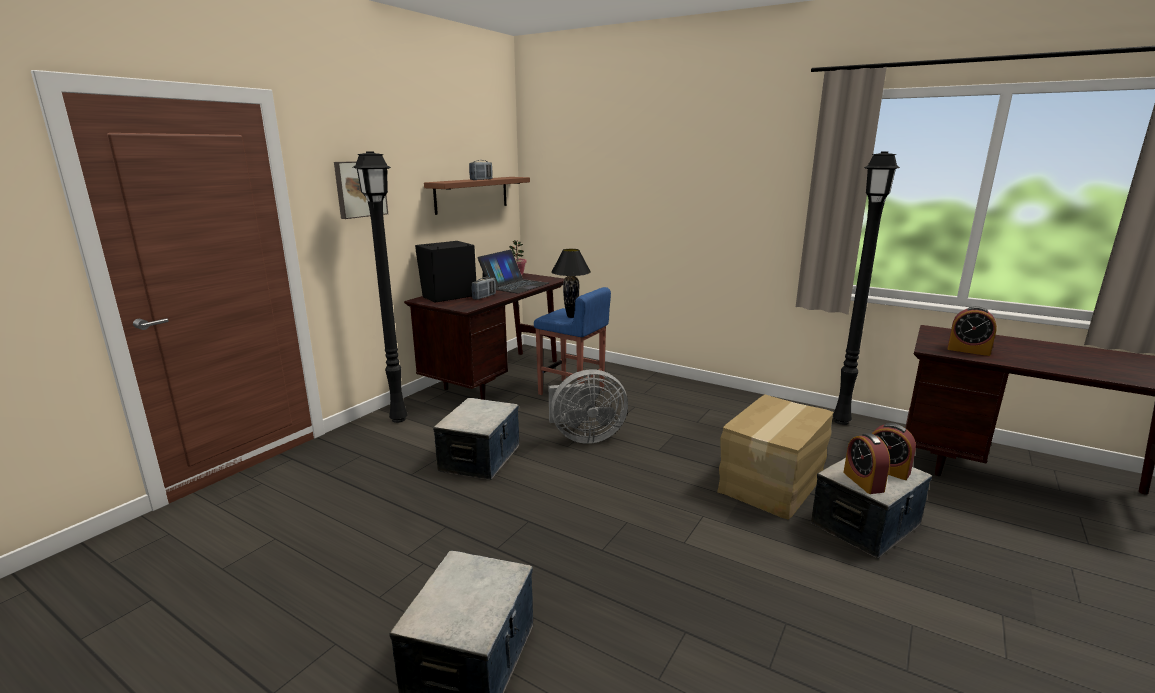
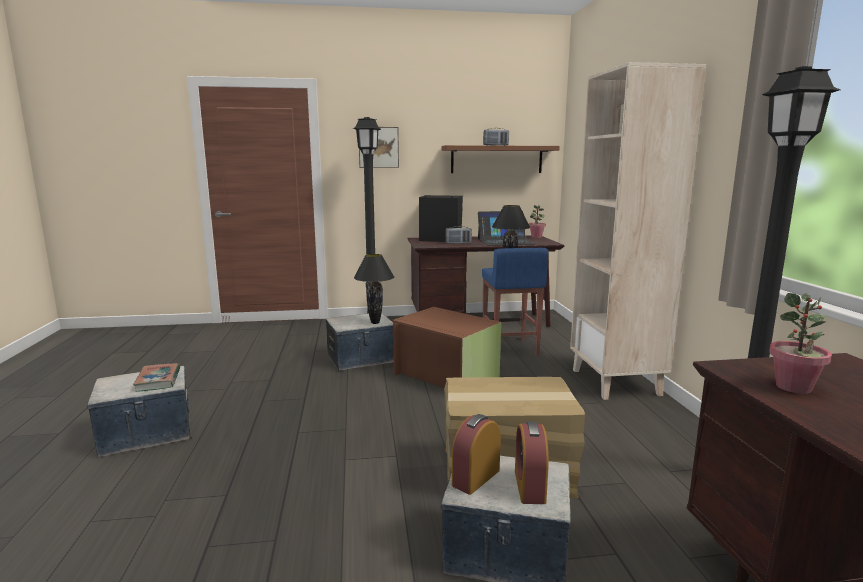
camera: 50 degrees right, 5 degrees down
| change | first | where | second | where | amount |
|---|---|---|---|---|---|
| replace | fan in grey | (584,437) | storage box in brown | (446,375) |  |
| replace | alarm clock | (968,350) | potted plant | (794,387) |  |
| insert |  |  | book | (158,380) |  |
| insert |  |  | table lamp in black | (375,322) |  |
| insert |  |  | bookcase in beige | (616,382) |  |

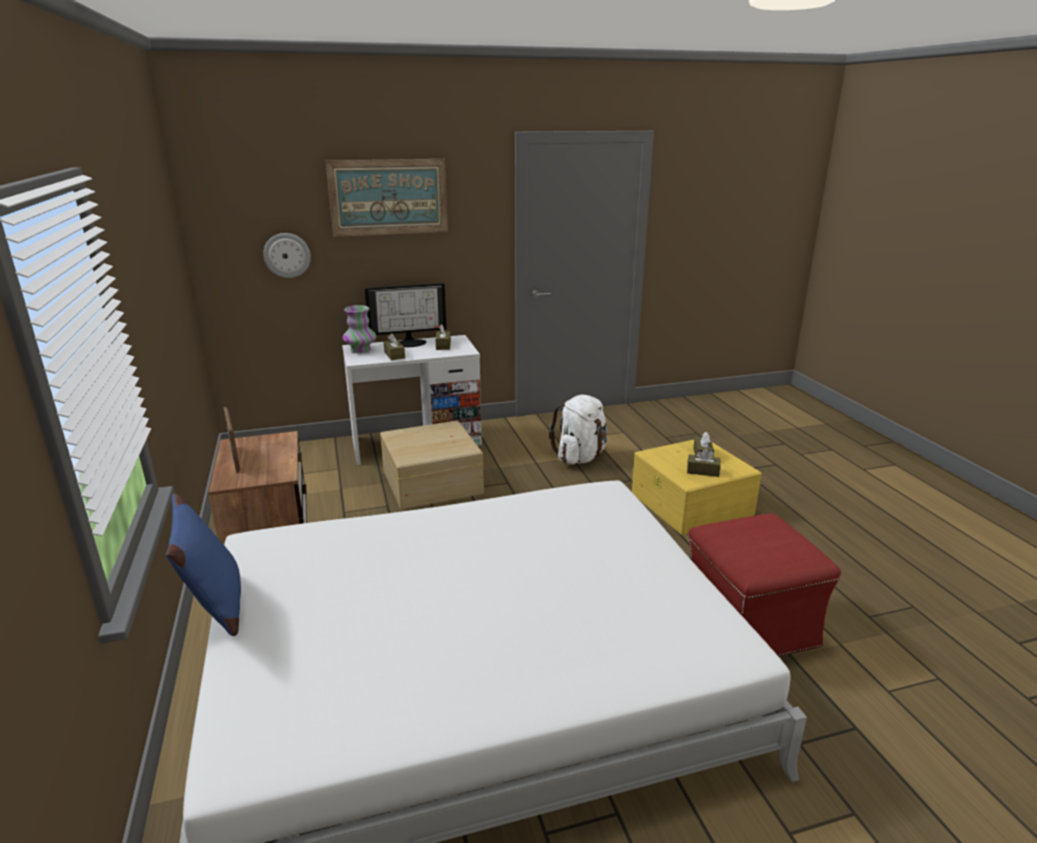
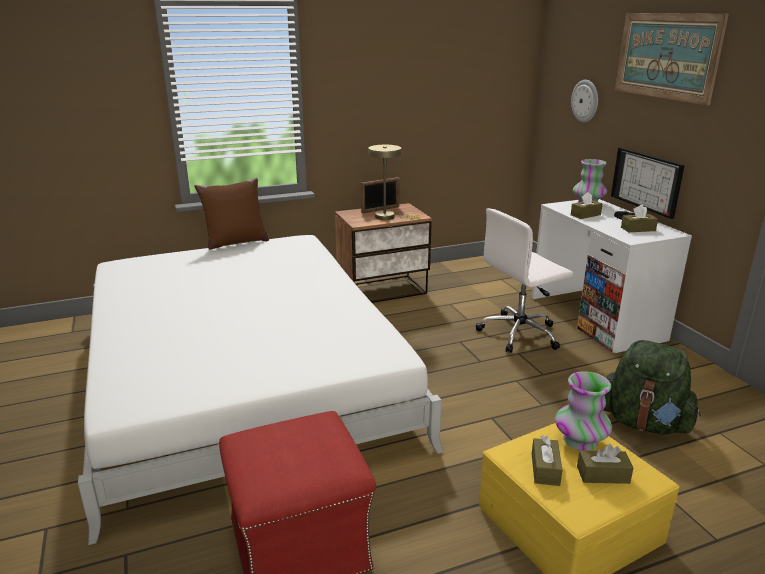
camera: 85 degrees right, 0 degrees up
| change | first | where | second | where | amount |
|---|---|---|---|---|---|
| recolor | pillow in blue | (216,608) | pillow in brown | (235,242) |  |
| replace | storage box in beige | (431,482) | office chair in white | (520,333) |  |
| recolor | backpack in white | (580,457) | backpack in green | (644,423) |  |
| insert |  |  | table lamp in beige | (388,217) |  |
| insert |  |  | vase | (580,441) |  |

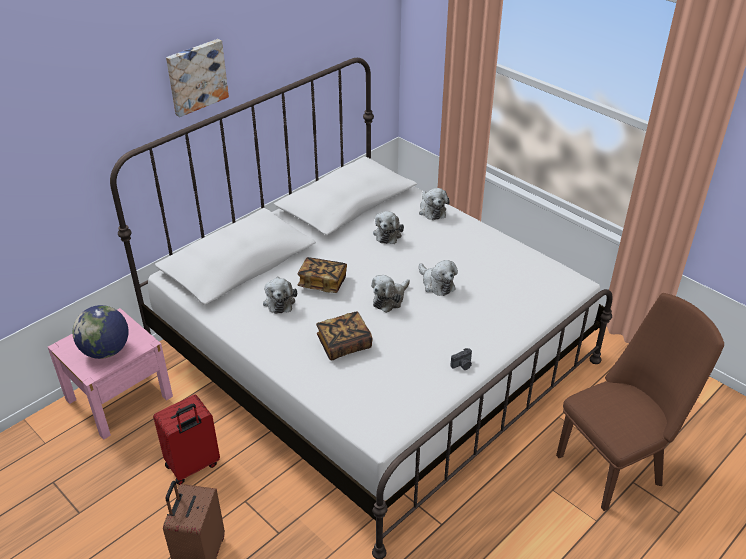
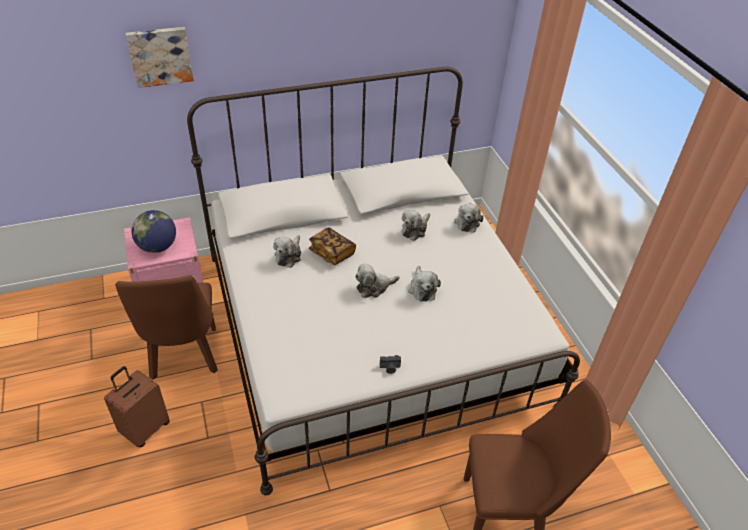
camera: 25 degrees right, 5 degrees up
| change | first | where | second | where | amount |
|---|---|---|---|---|---|
| replace | suitcase in red | (193,466) | chair in brown | (184,358) |  |
| move | picture | (196,76) |  | (160,56) |  |
| delete | book | (344,344) |  |  |  |

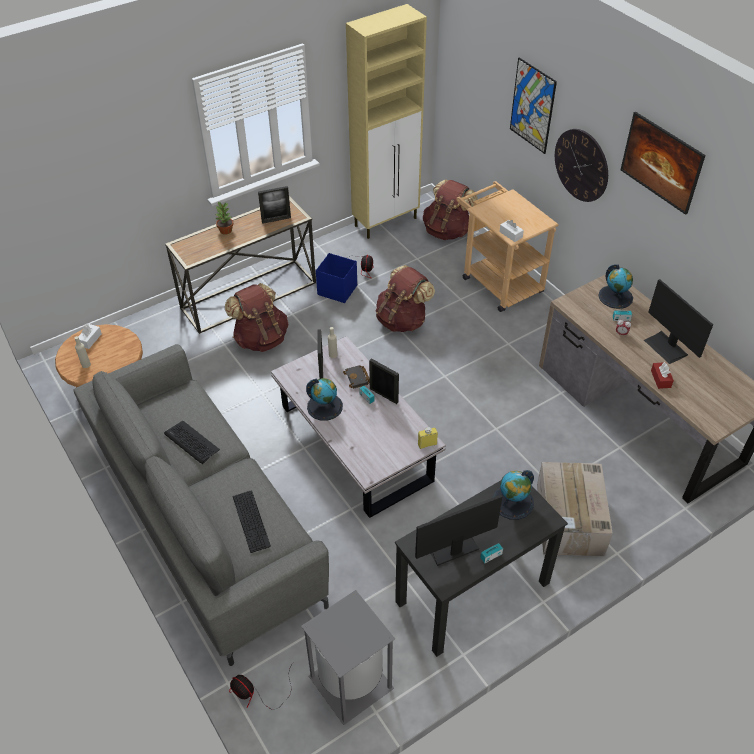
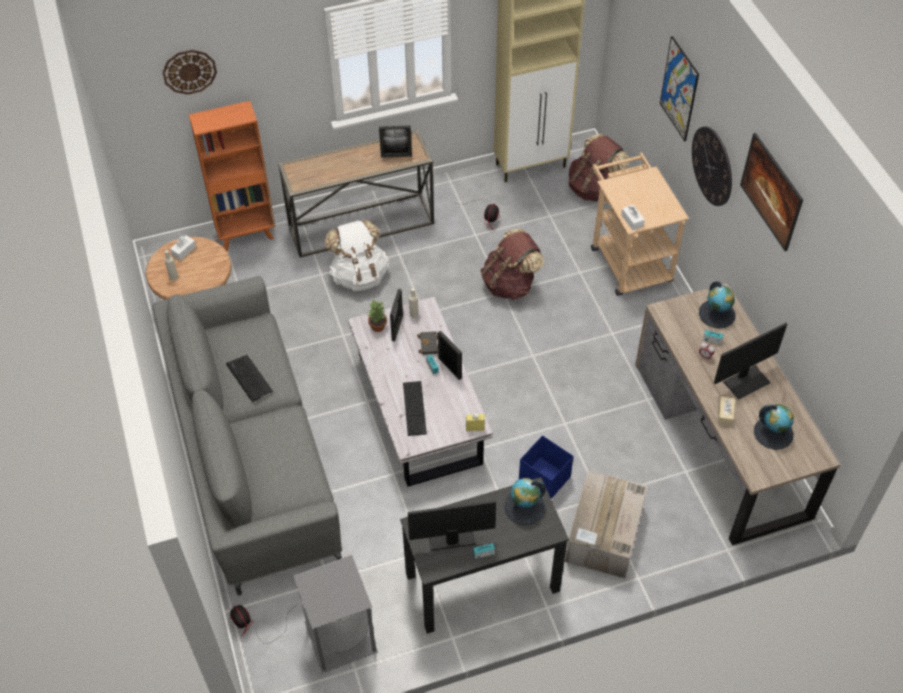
camera: 15 degrees right, 5 degrees up
| change | first | where | second | where | amount |
|---|---|---|---|---|---|
| move | potted plant | (226,231) |  | (378,327) |  |
| recolor | backpack in brown | (261,338) | backpack in white | (359,275) |  |
| move | keyboard | (251,521) |  | (414,408) |  |
| move | globe | (325,406) |  | (773,432) |  |
| move | storage box in blue | (337,290) |  | (544,478) |  |
| rotate | monitor | (666,347) |  | (746,381) | 105 degrees counterclockwise |
| recolor | tissue box in red | (660,379) | tissue box in beige | (725,414) |  |
| insert |  |  | wall clock | (189,71) |  |
| insert |  |  | bookcase in orange | (247,234) |  |

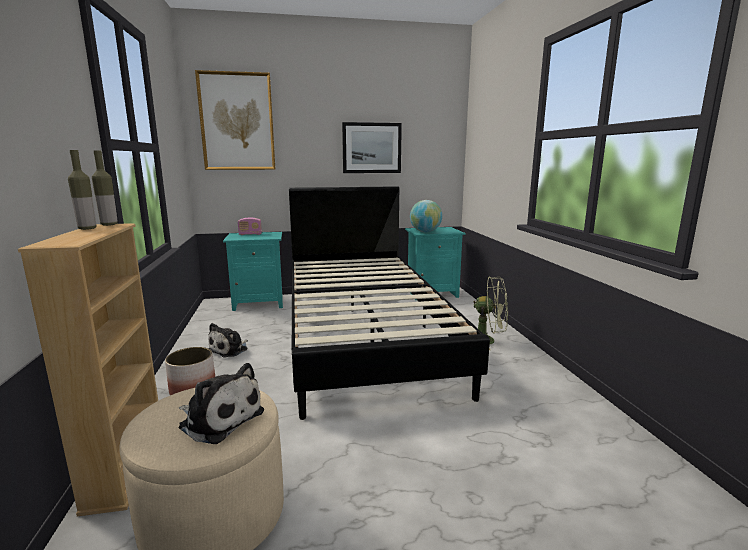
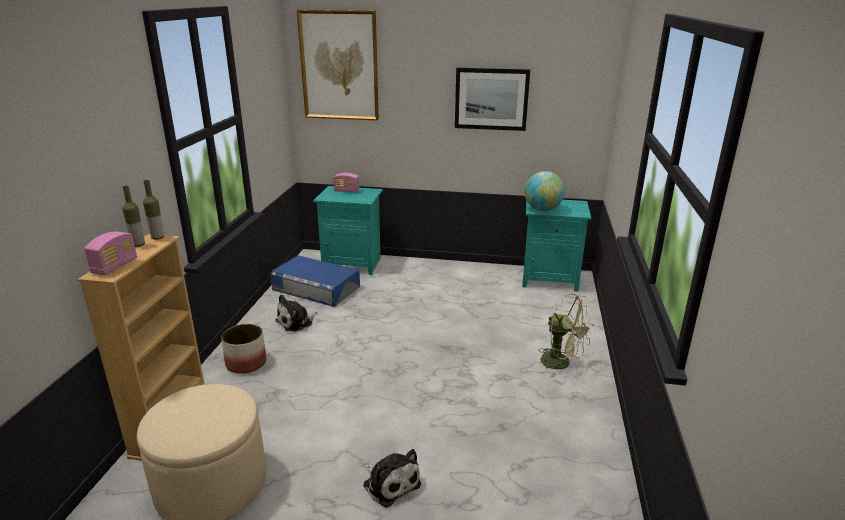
camera: 20 degrees right, 10 degrees up
| change | first | where | second | where | amount |
|---|---|---|---|---|---|
| move | plush toy | (219,418) |  | (390,483) |  |
| delete | bed in black | (362,333) |  |  |  |
| insert |  |  | radio | (115,266) |  |
| insert |  |  | storage box in blue | (316,288) |  |

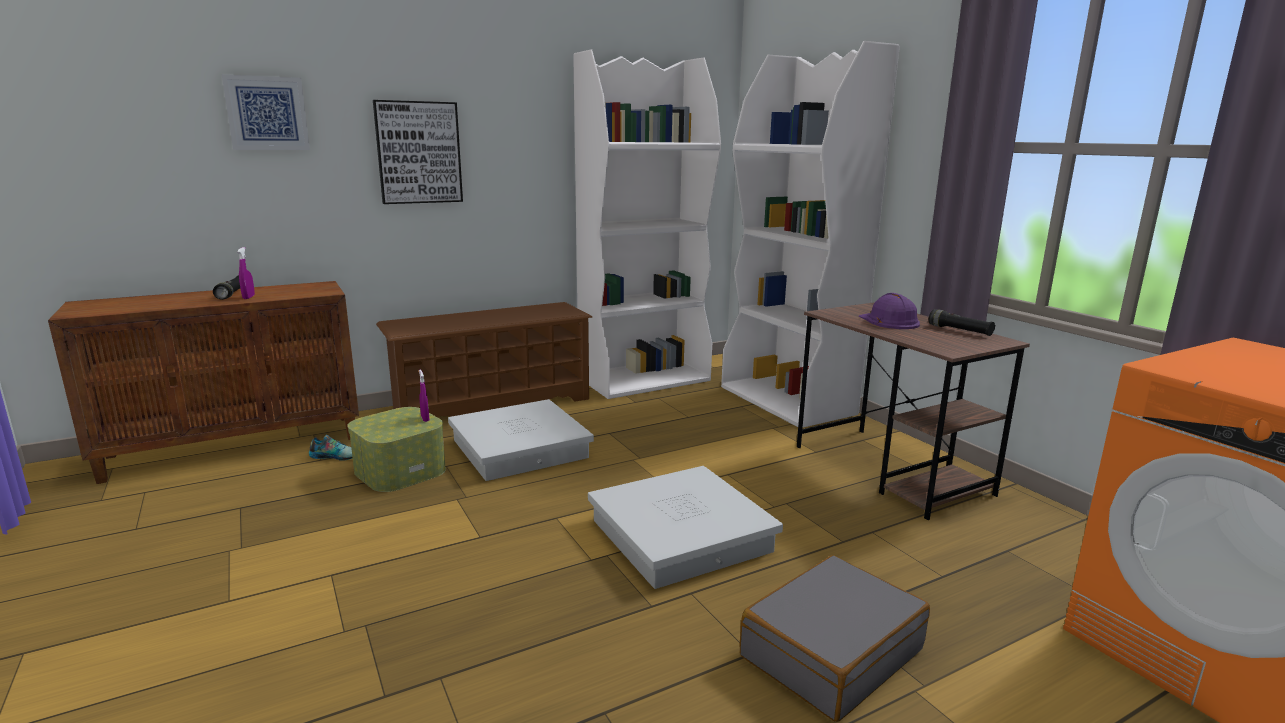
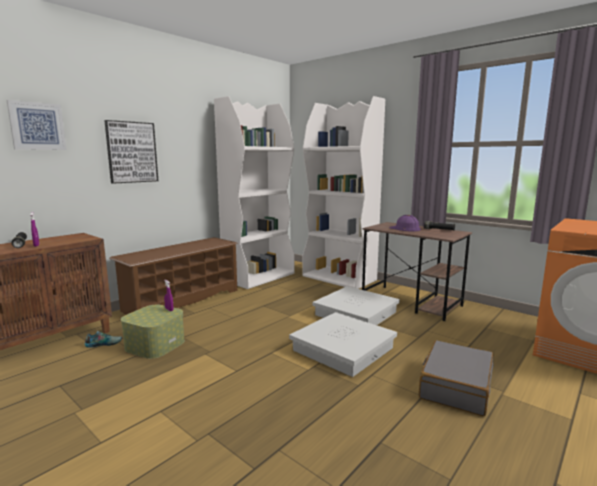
camera: 20 degrees left, 5 degrees down
| change | first | where | second | where | amount |
|---|---|---|---|---|---|
| move | storage box in white | (520,448) |  | (356,313) |  |

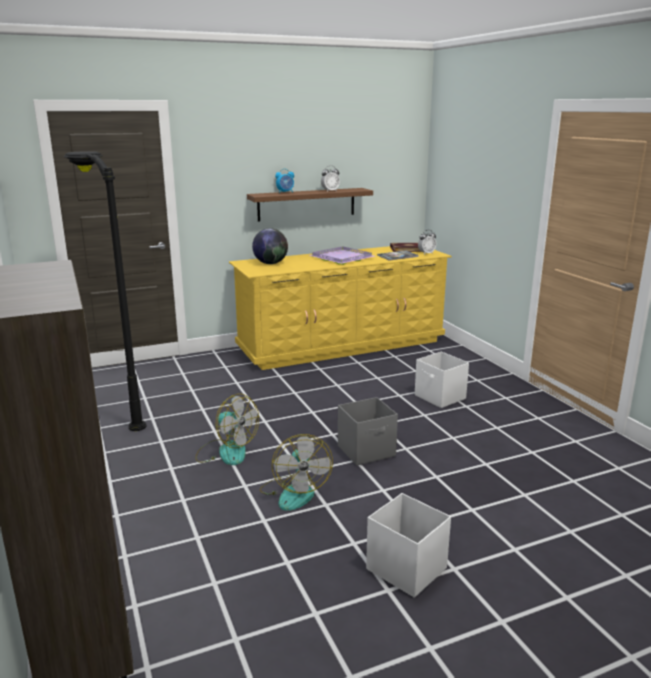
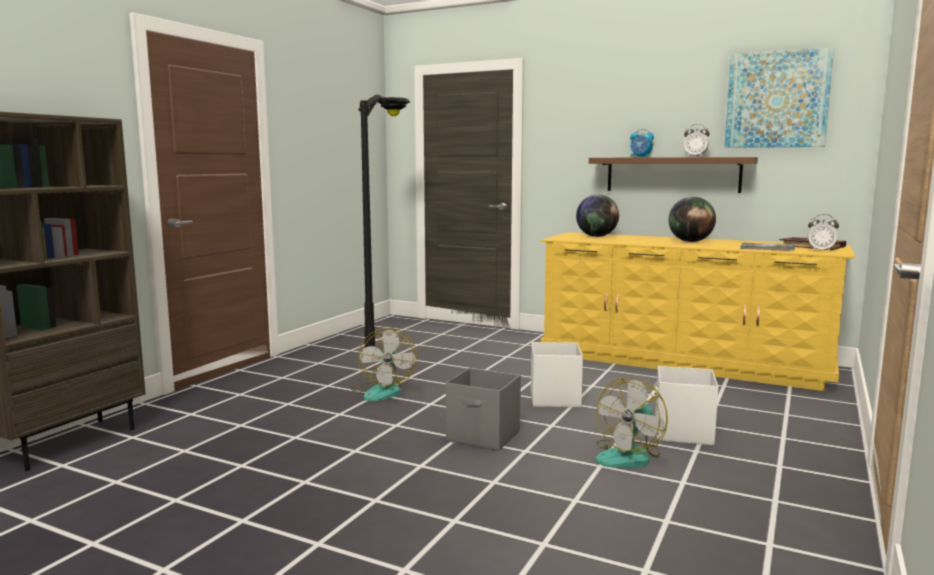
camera: 50 degrees right, 10 degrees down
| change | first | where | second | where | amount |
|---|---|---|---|---|---|
| move | fan | (294,492) |  | (629,456) |  |
| replace | tray in purple | (341,257) | globe | (690,241) |  |
| move | storage box in white | (406,568) |  | (555,398) |  |
| insert |  |  | picture | (777,100) |  |

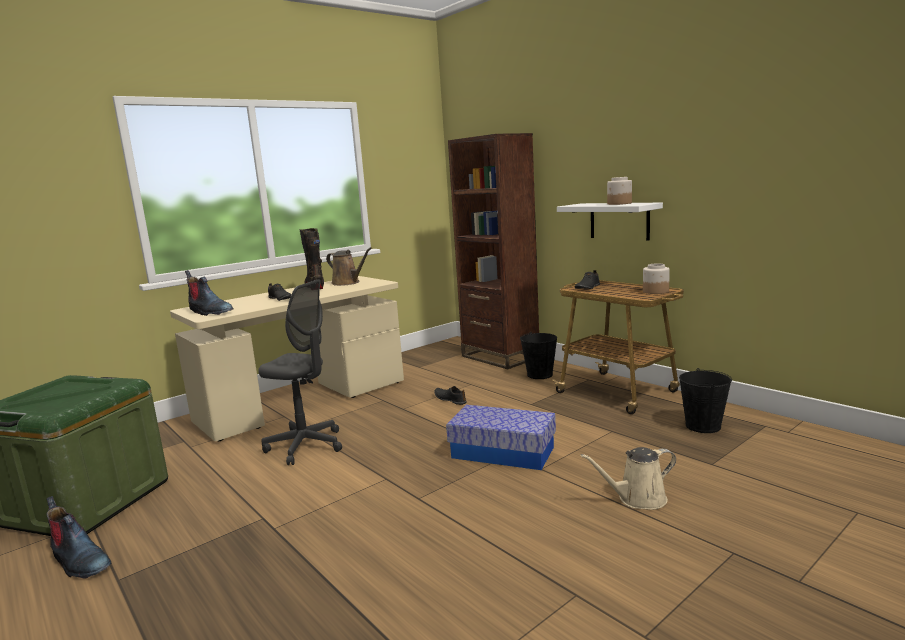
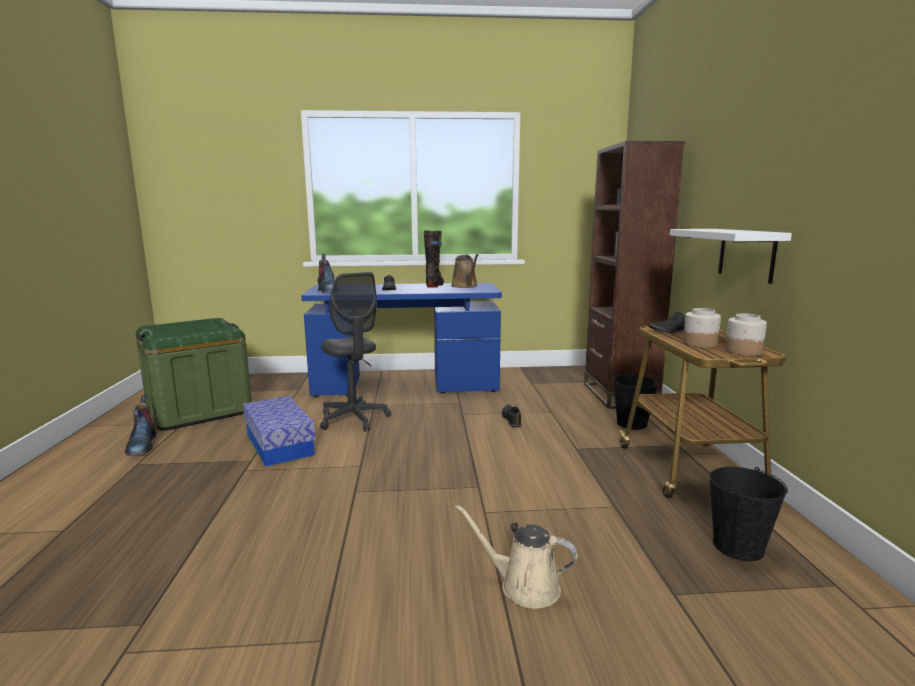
camera: 35 degrees right, 0 degrees up
| change | first | where | second | where | amount |
|---|---|---|---|---|---|
| recolor | desk in beige | (304,401) | desk in blue | (406,385) |  |
| move | storage box | (503,452) |  | (279,444) |  |
| move | jar | (619,203) |  | (699,344) |  |

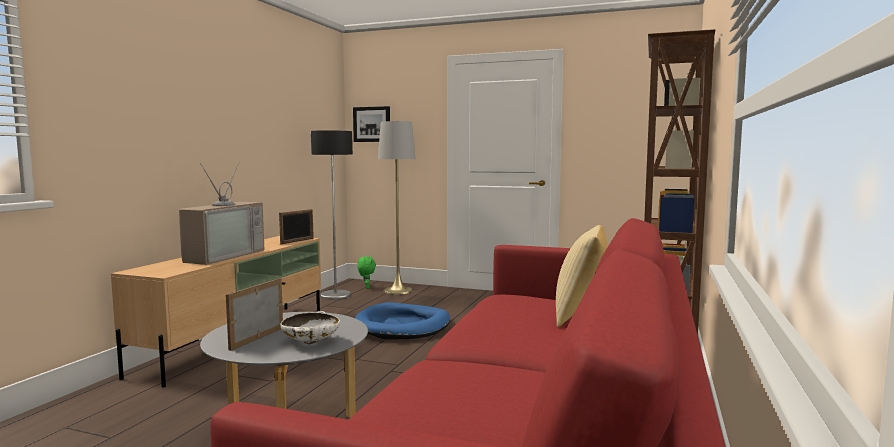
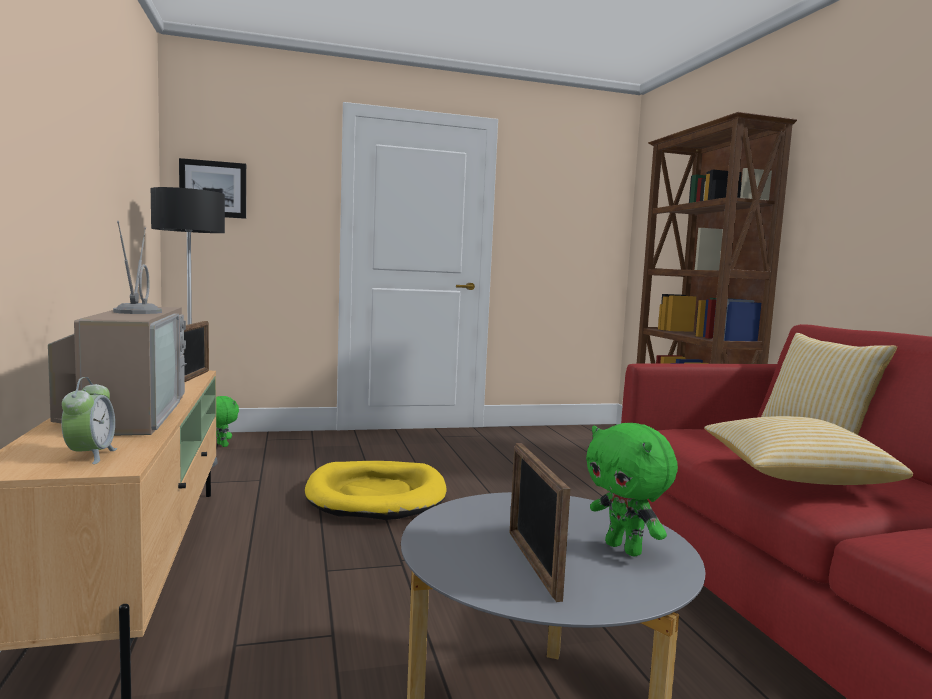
camera: 35 degrees left, 0 degrees up
| change | first | where | second | where | amount |
|---|---|---|---|---|---|
| replace | bowl in white | (311,342) | plush toy in green | (625,549) |  |
| recolor | dog bed in blue | (402,326) | dog bed in yellow | (376,495) |  |
| delete | floor lamp in grey | (398,290) |  |  |  |
| insert |  |  | alarm clock | (90,456) |  |
| insert |  |  | pillow | (793,477) |  |

